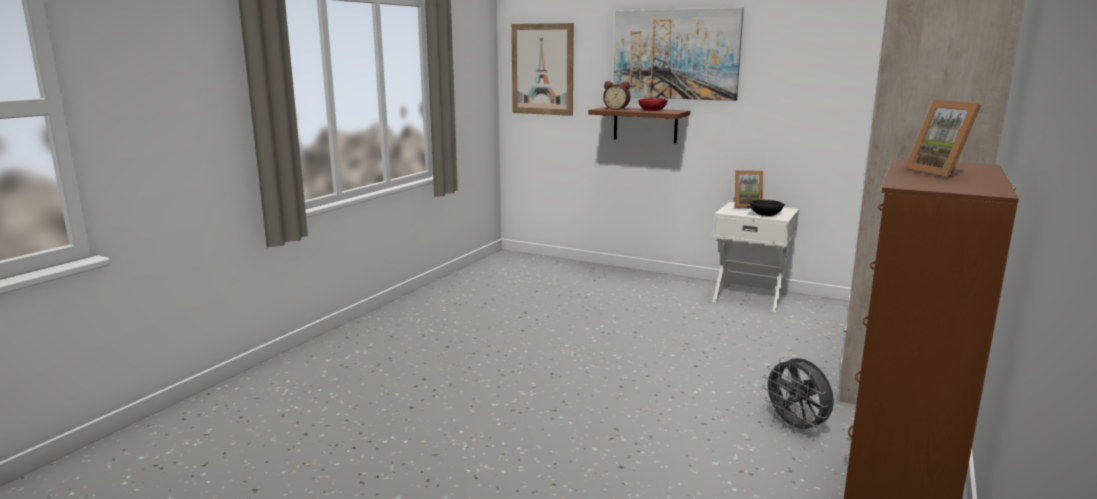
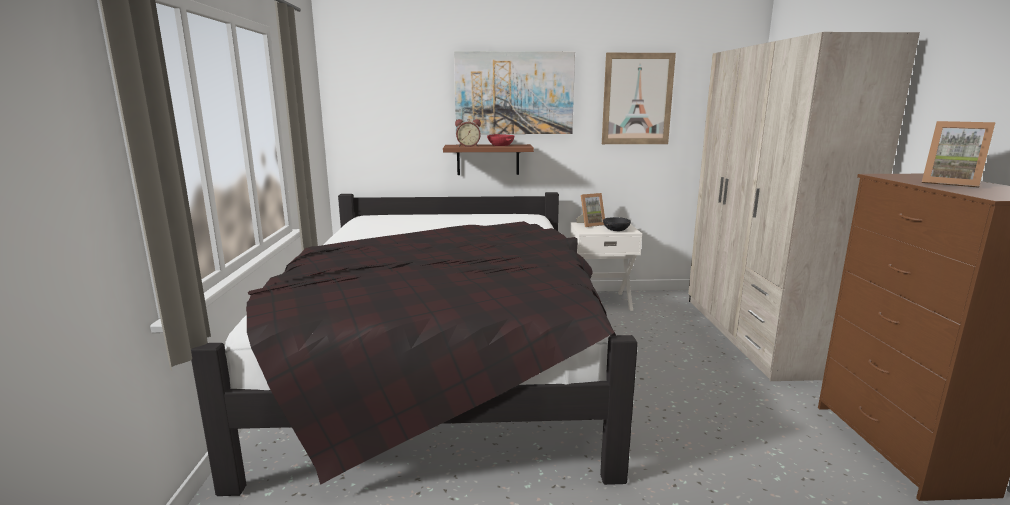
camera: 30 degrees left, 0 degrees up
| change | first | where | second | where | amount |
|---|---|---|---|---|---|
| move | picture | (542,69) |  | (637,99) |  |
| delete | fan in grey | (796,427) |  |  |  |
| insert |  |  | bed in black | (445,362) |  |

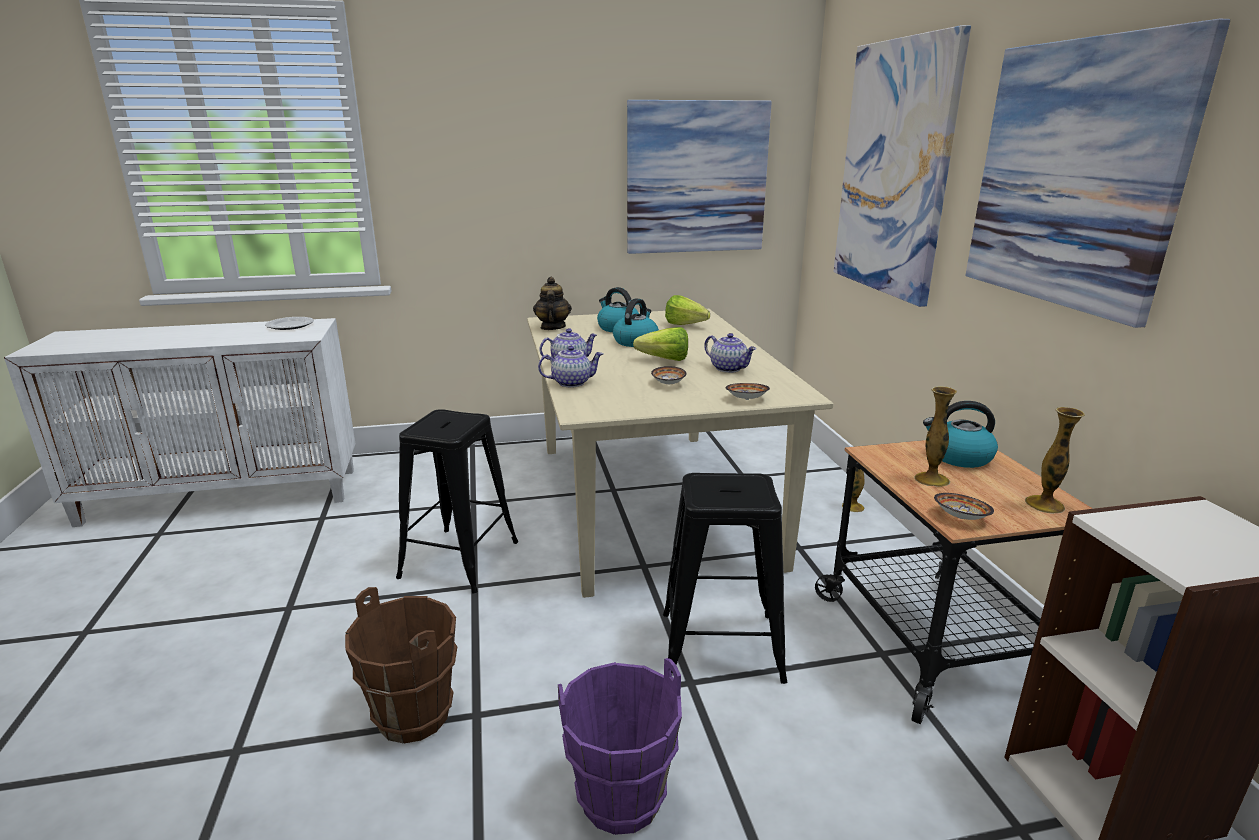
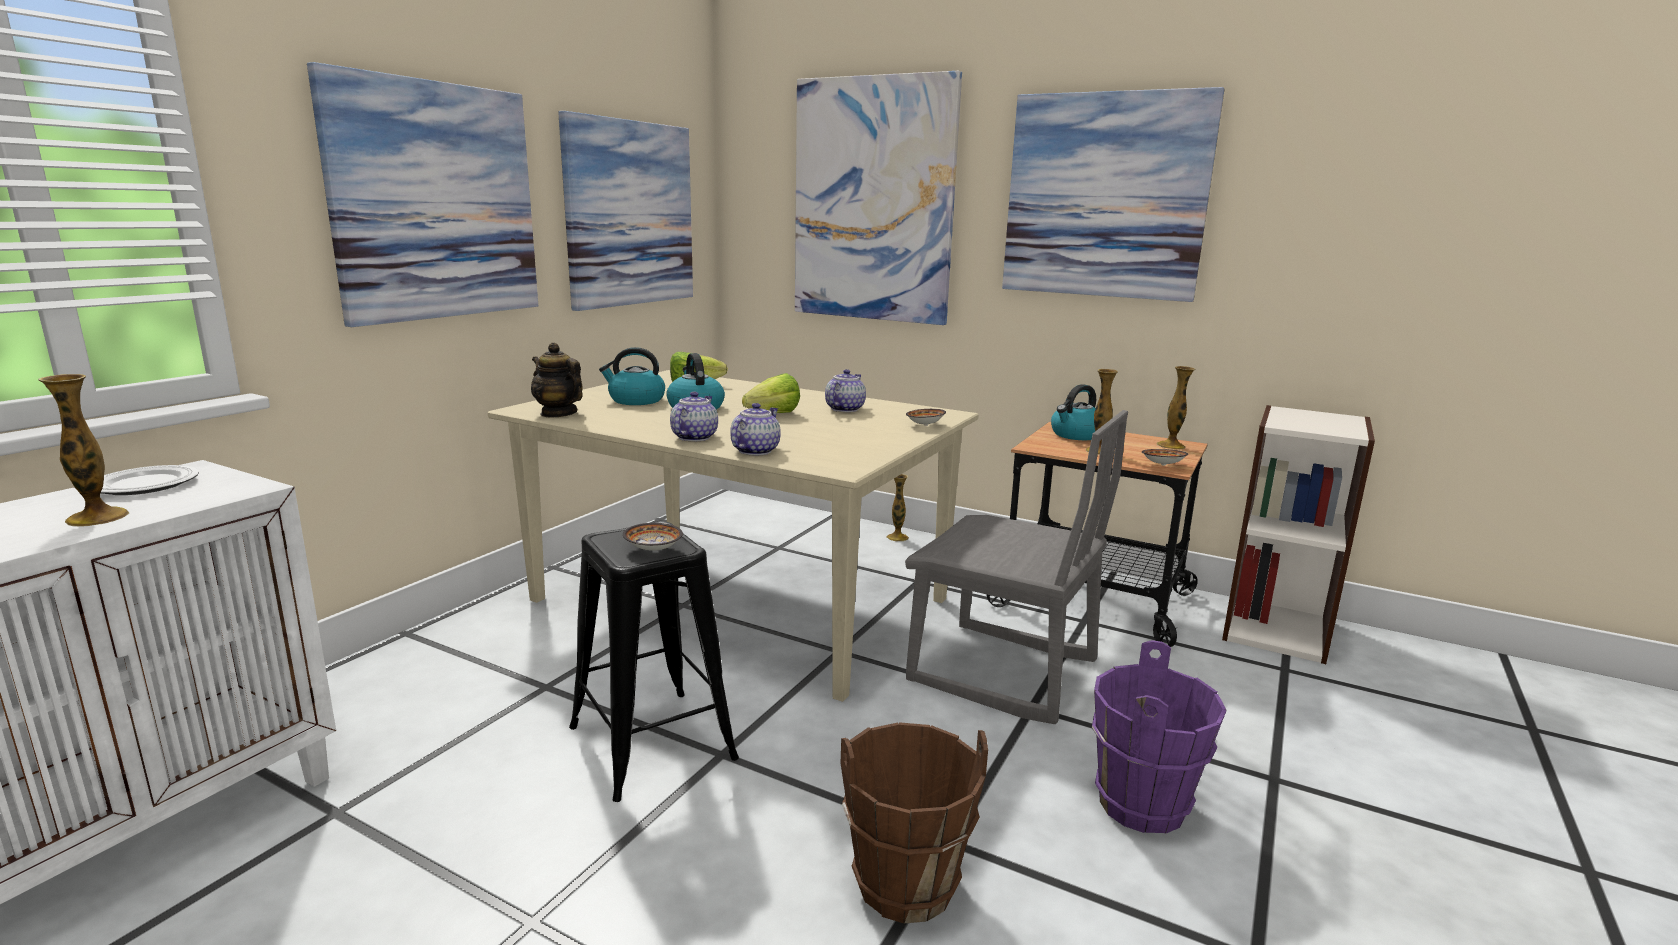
camera: 50 degrees left, 5 degrees down
| change | first | where | second | where | amount |
|---|---|---|---|---|---|
| move | bowl | (668,384) |  | (653,549) |  |
| replace | stool in black | (721,646) | chair in grey | (1002,673) |  |
| rotate | teapot | (729,368) |  | (844,409) | 60 degrees counterclockwise |
| insert |  |  | vase | (97,517) |  |
| insert |  |  | picture | (435,202) |  |

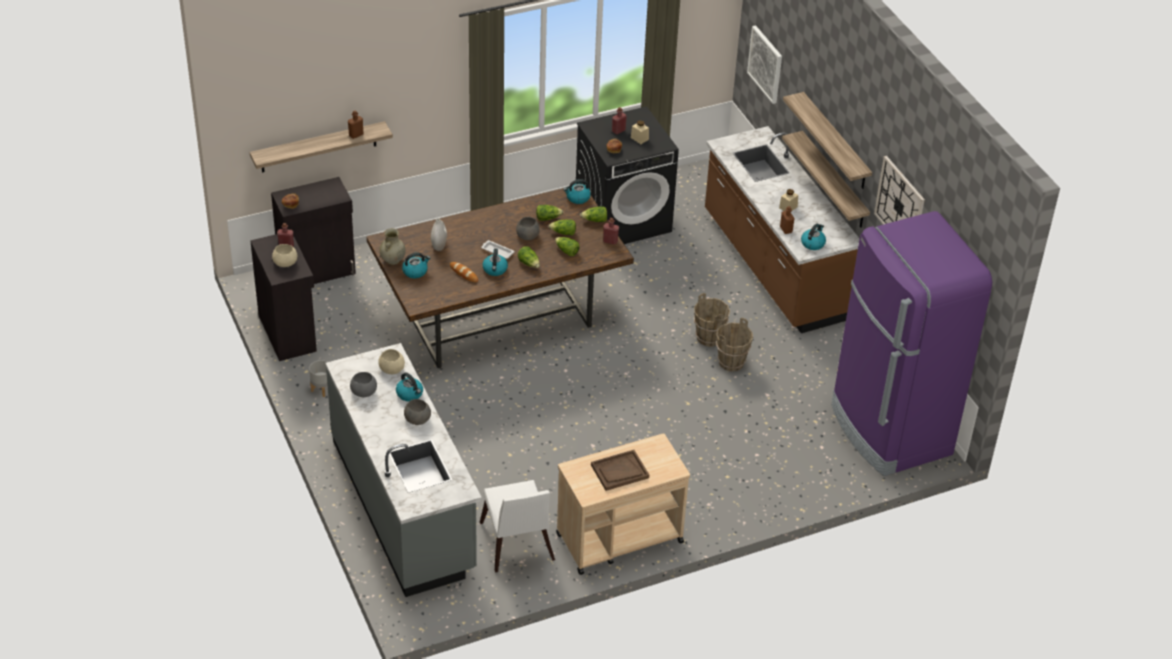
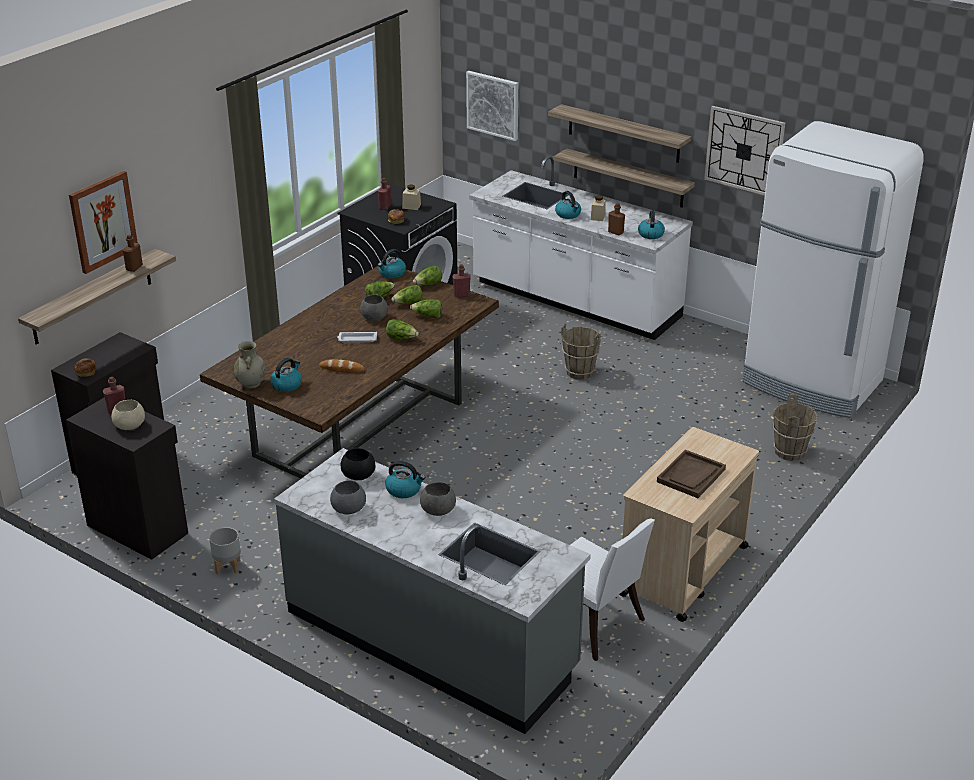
camera: 30 degrees left, 10 degrees down
| change | first | where | second | where | amount |
|---|---|---|---|---|---|
| recolor | bowl in beige | (392,369) | bowl in black | (359,475) |  |
| delete | vase in white | (439,245) |  |  |  |
| move | kettle | (495,270) |  | (568,214) |  |
| recolor | counter in brown | (773,266) | counter in white | (575,301) |  |
| move | bucket in brown | (731,363) |  | (790,452) |  |
| recolor | fridge in purple | (889,431) | fridge in white | (812,383) |  |
| insert |  |  | picture | (103,221) |  |

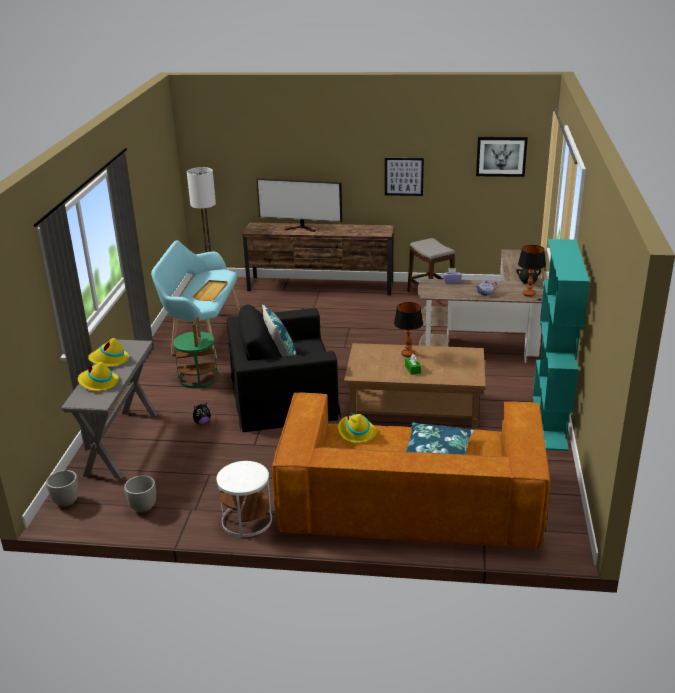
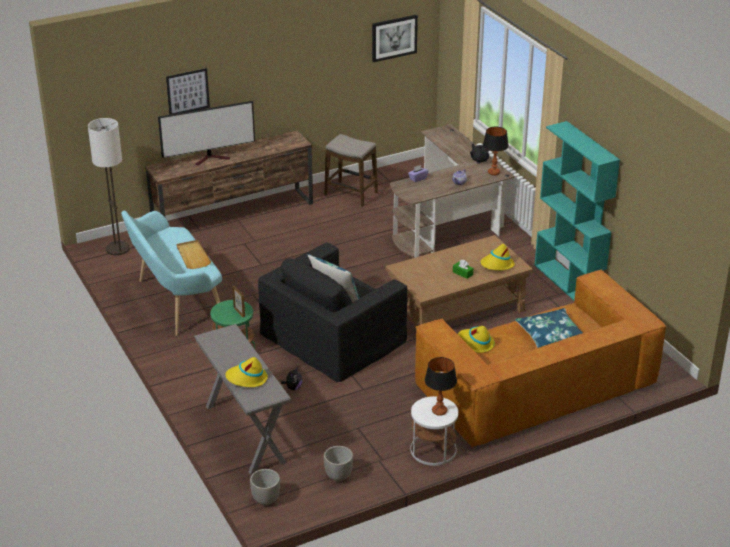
camera: 35 degrees left, 5 degrees up
| change | first | where | second | where | amount |
|---|---|---|---|---|---|
| move | hat in yellow | (109,360) |  | (497,265) |  |
| move | picture | (404,176) |  | (187,92) |  |
| move | table lamp | (408,354) |  | (439,411) |  |

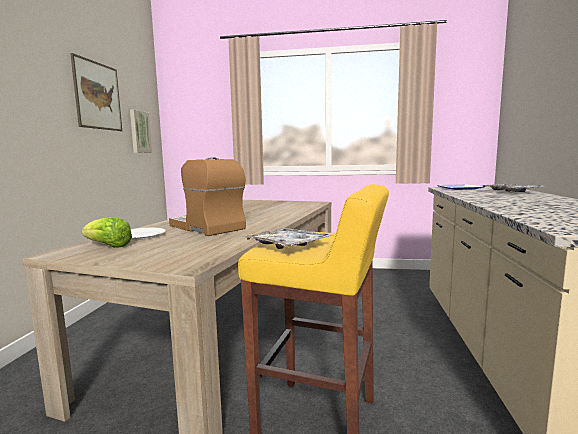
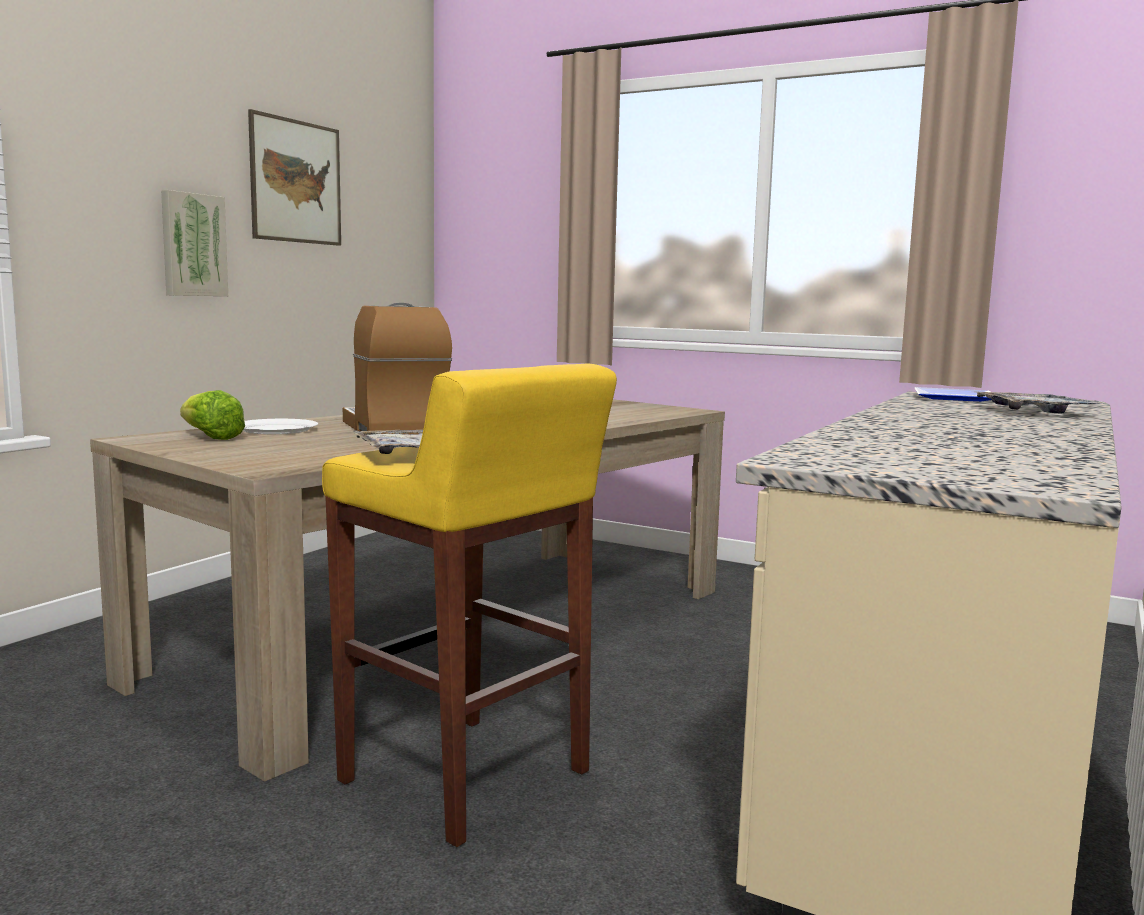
camera: 20 degrees right, 0 degrees up
| change | first | where | second | where | amount |
|---|---|---|---|---|---|
| move | picture | (139,132) |  | (192,245) |  |

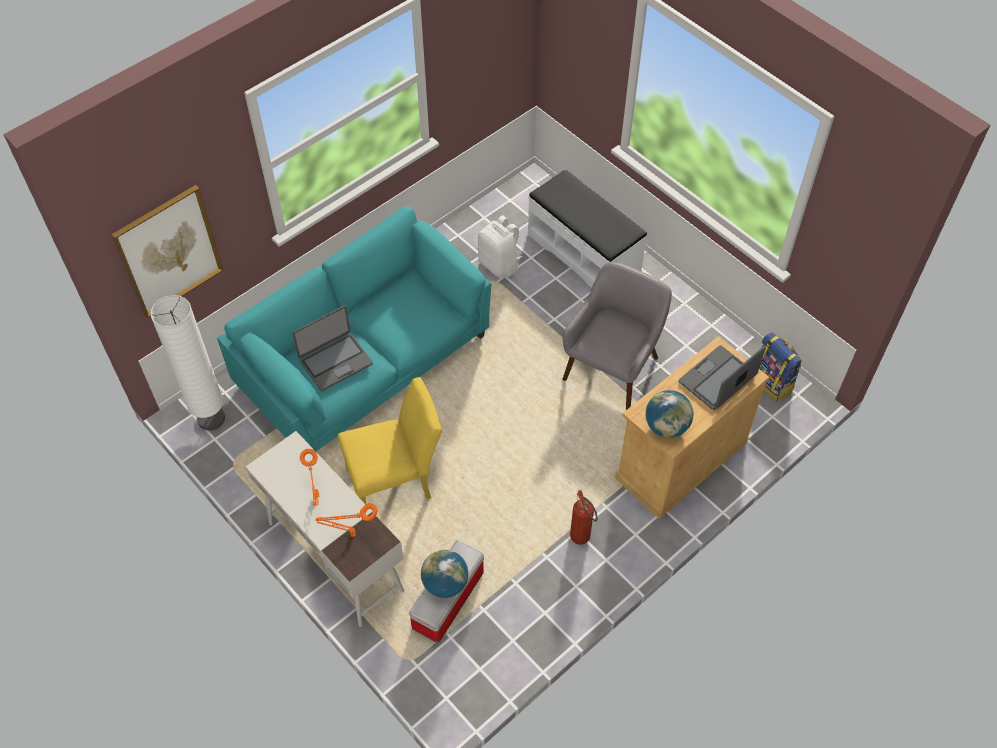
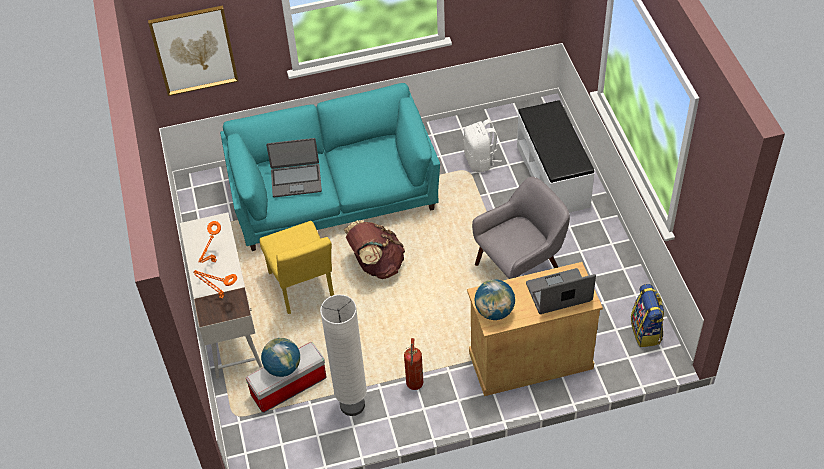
camera: 30 degrees right, 5 degrees down
| change | first | where | second | where | amount |
|---|---|---|---|---|---|
| move | floor lamp in white | (211,419) |  | (352,405) |  |
| rotate | chair in yellow | (396,482) |  | (303,289) | 60 degrees clockwise |
| insert |  |  | backpack in brown | (376,265) |  |

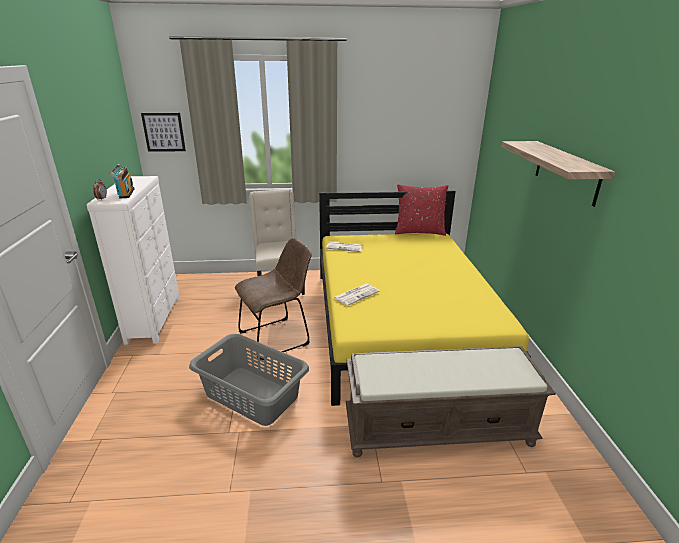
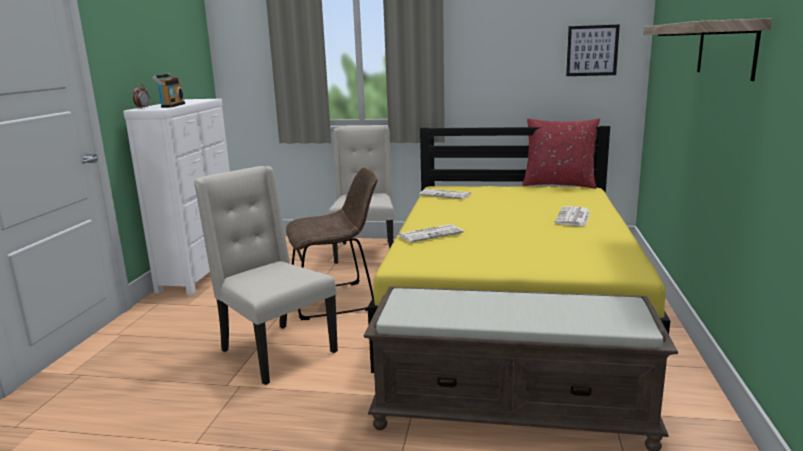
camera: 15 degrees right, 10 degrees down
| change | first | where | second | where | amount |
|---|---|---|---|---|---|
| move | picture | (164,132) |  | (592,50) |  |
| replace | laundry basket in grey | (252,394) | chair in beige | (275,351) |  |
| insert |  |  | newspaper | (573,217) |  |

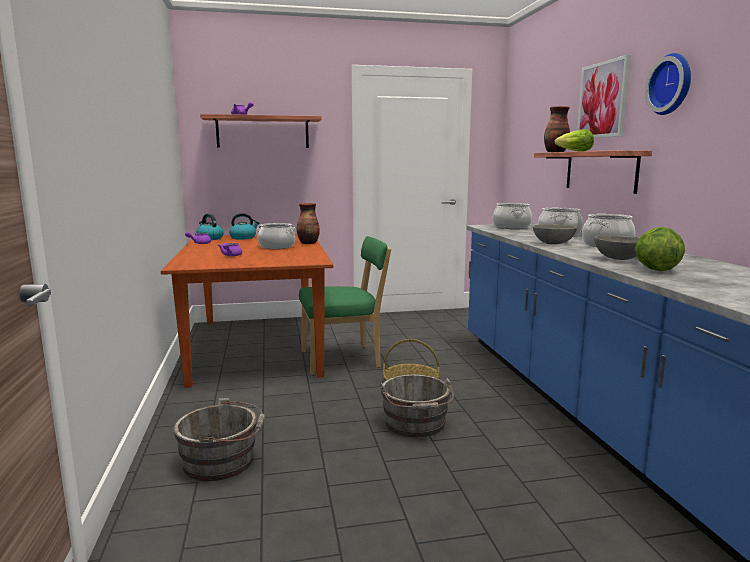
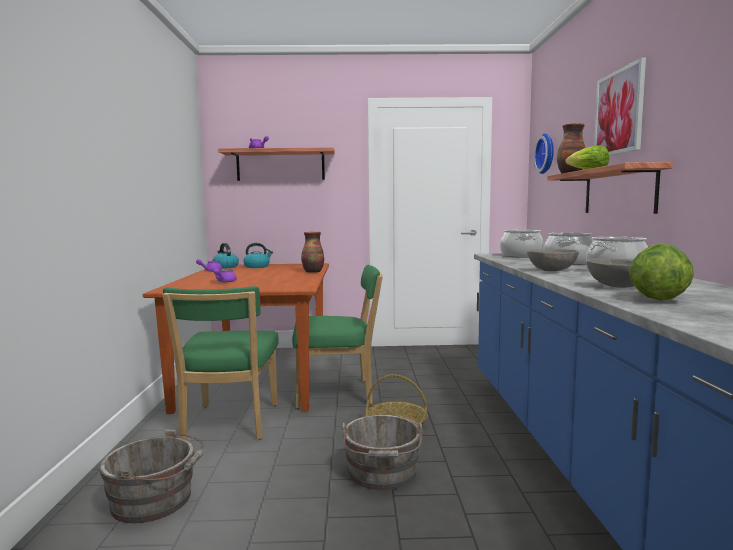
camera: 10 degrees right, 5 degrees down
| change | first | where | second | where | amount |
|---|---|---|---|---|---|
| delete | cooking pot | (277,247) |  |  |  |
| move | wall clock | (672,84) |  | (547,153) |  |
| insert |  |  | chair in green | (229,424) |  |

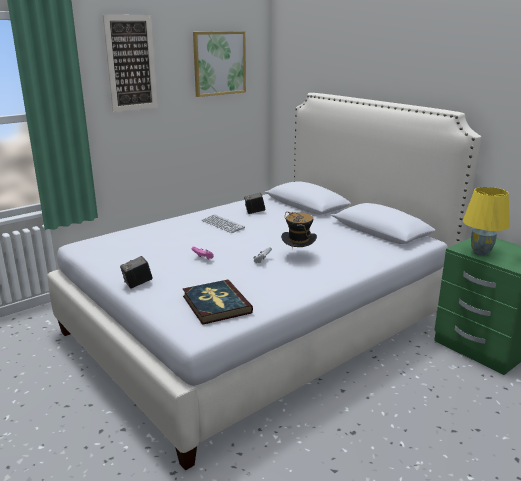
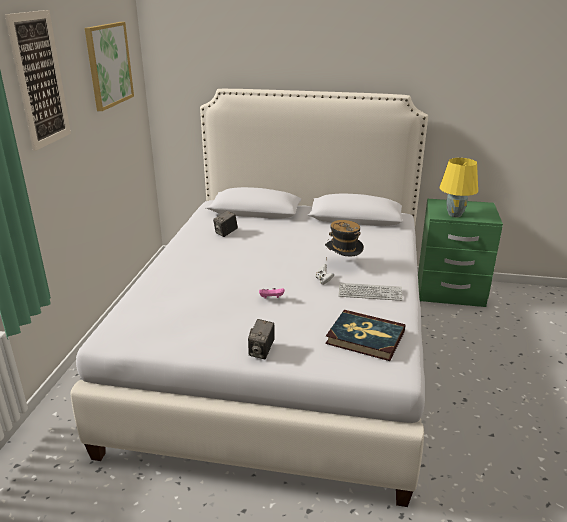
camera: 40 degrees left, 5 degrees up
| change | first | where | second | where | amount |
|---|---|---|---|---|---|
| move | keyboard | (223,224) |  | (370,293) |  |

